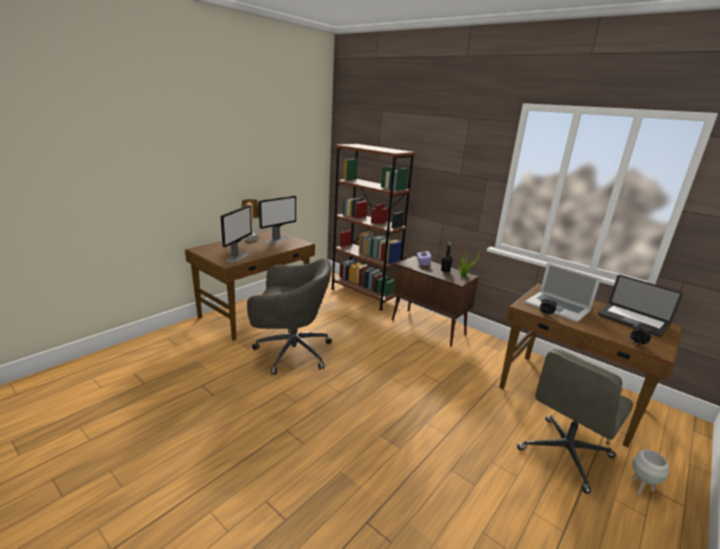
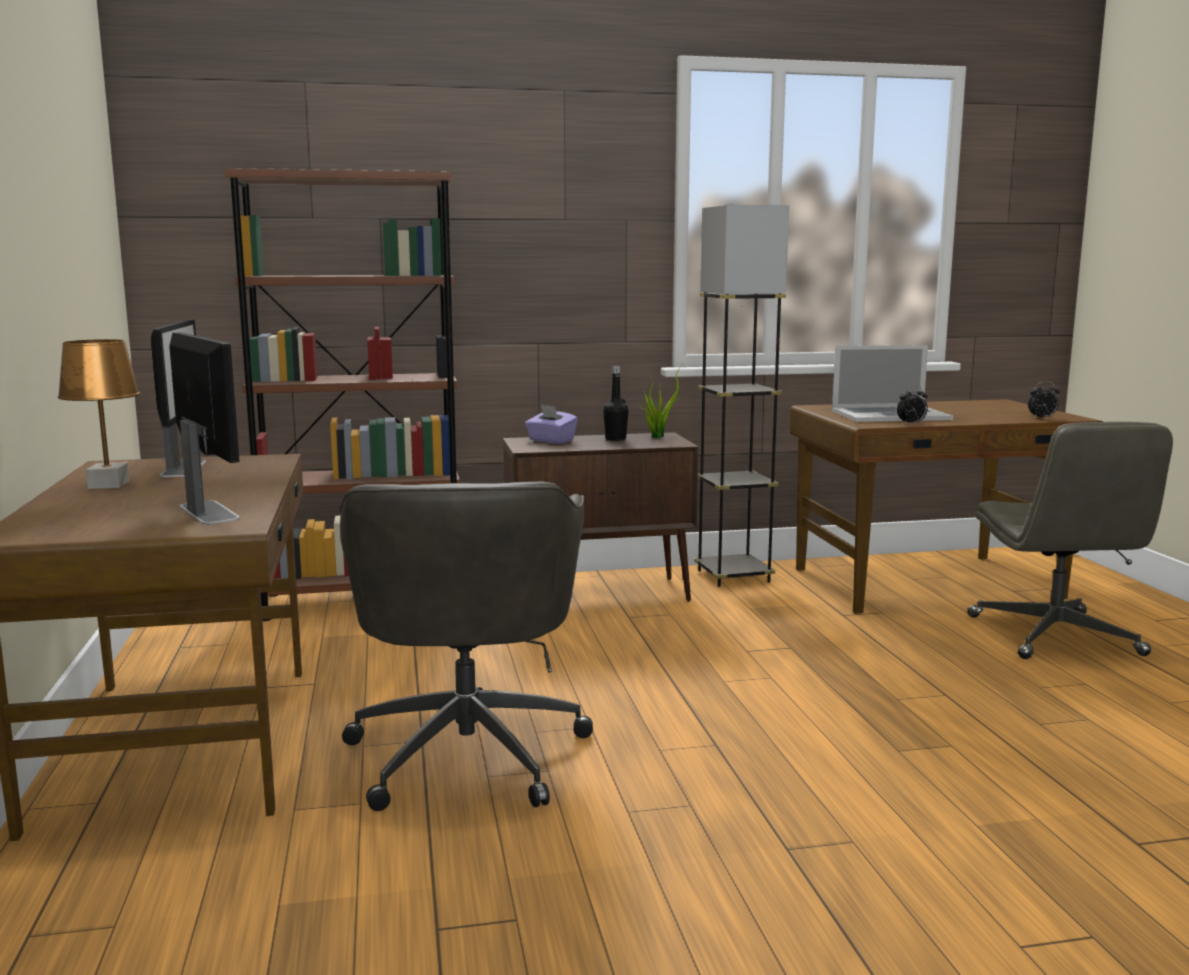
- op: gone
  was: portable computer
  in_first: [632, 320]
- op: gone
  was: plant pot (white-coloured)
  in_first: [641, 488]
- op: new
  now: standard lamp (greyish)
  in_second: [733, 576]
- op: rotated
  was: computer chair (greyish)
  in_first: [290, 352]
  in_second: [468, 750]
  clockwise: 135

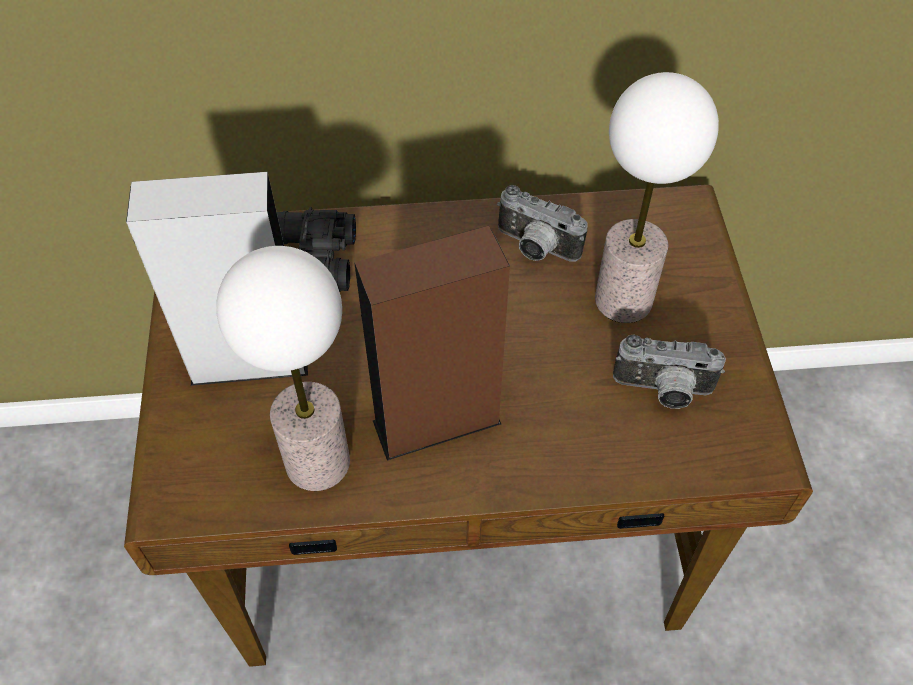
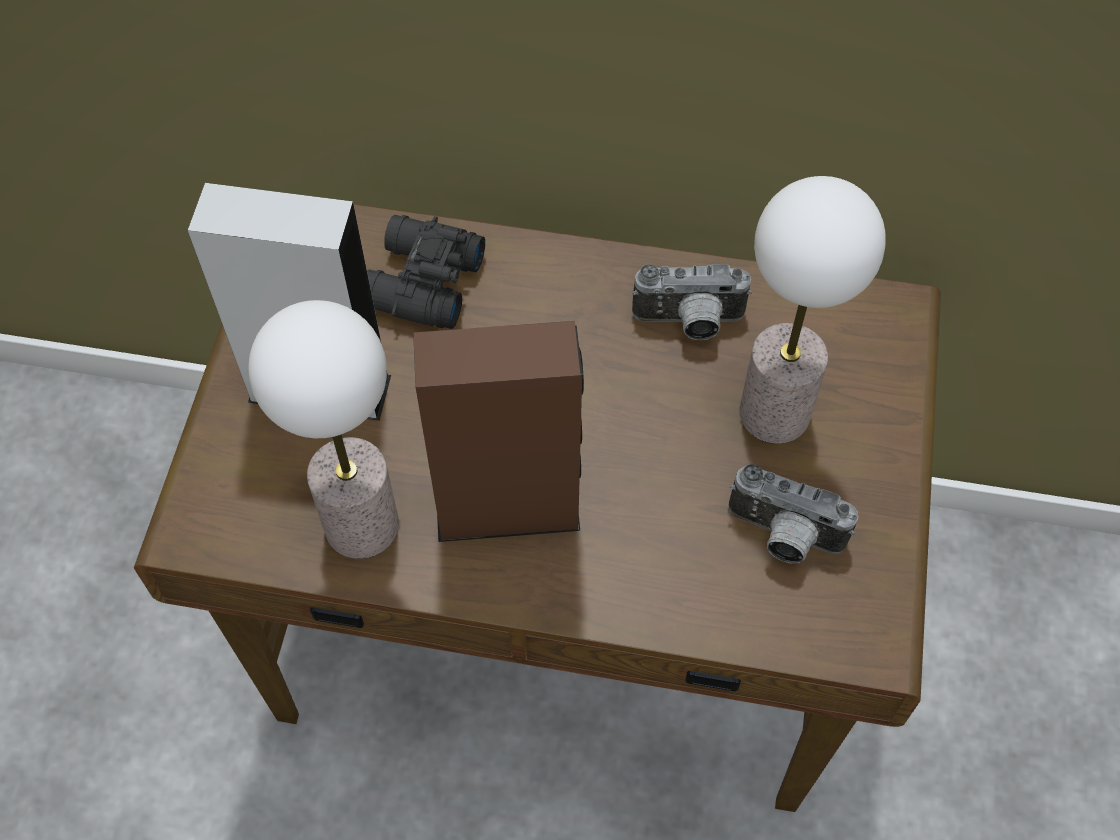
- op: rotated
  was: photo camera
  in_first: [534, 248]
  in_second: [689, 323]
  clockwise: -45

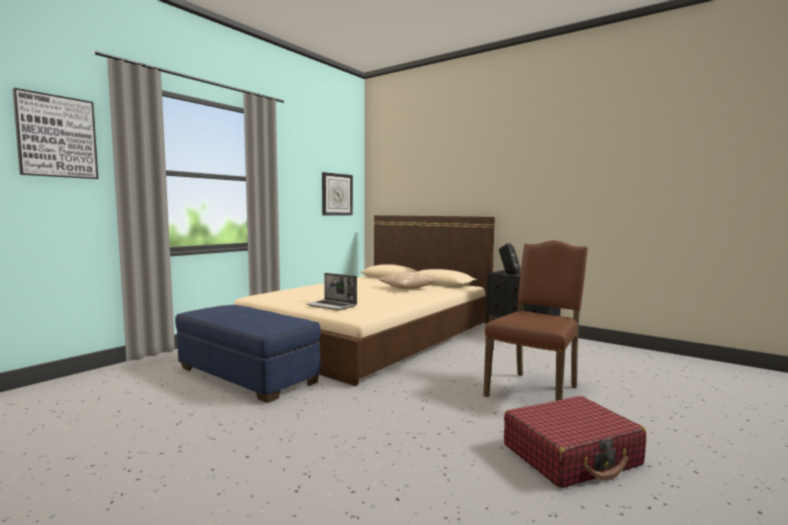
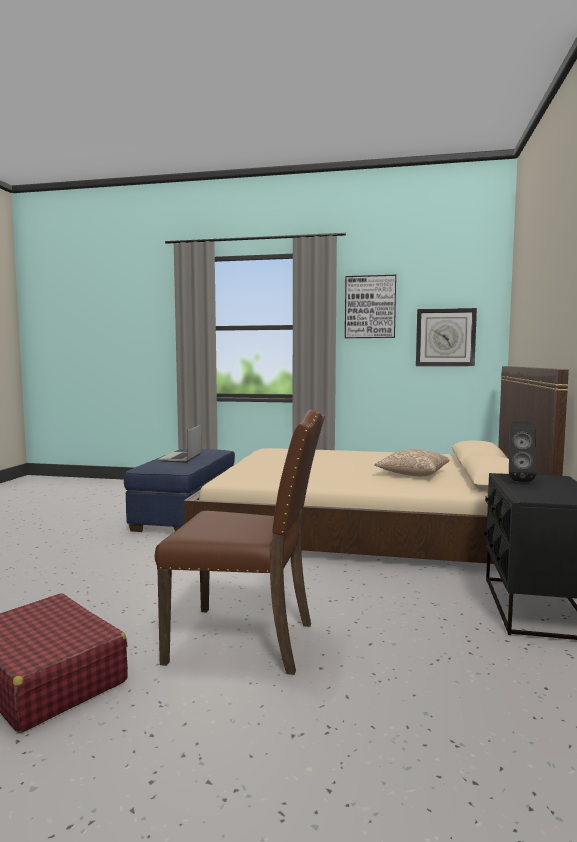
- op: shifted
  was: picture
  in_first: [57, 136]
  in_second: [370, 307]
- op: shifted
  was: portable computer
  in_first: [332, 306]
  in_second: [181, 458]

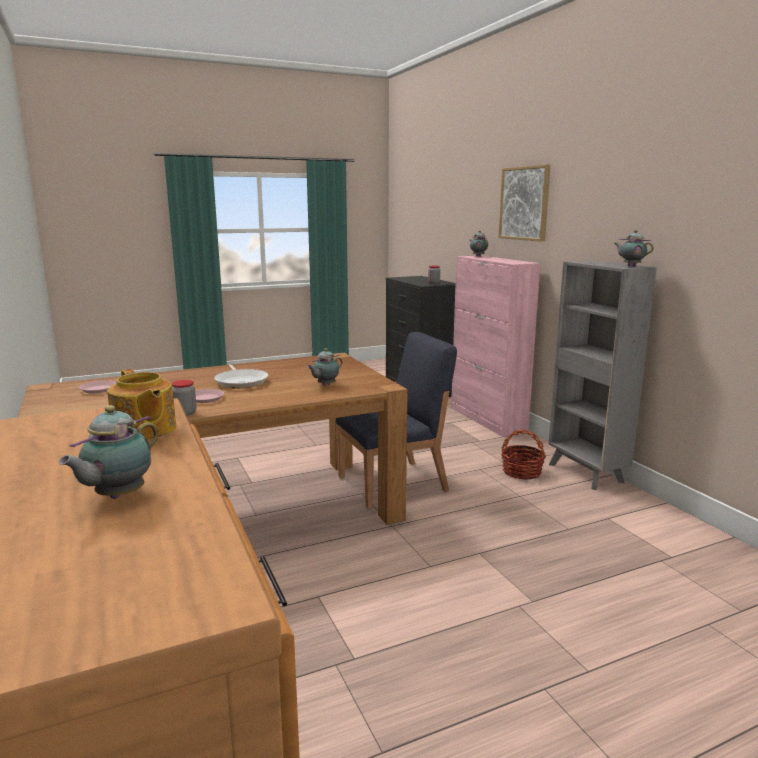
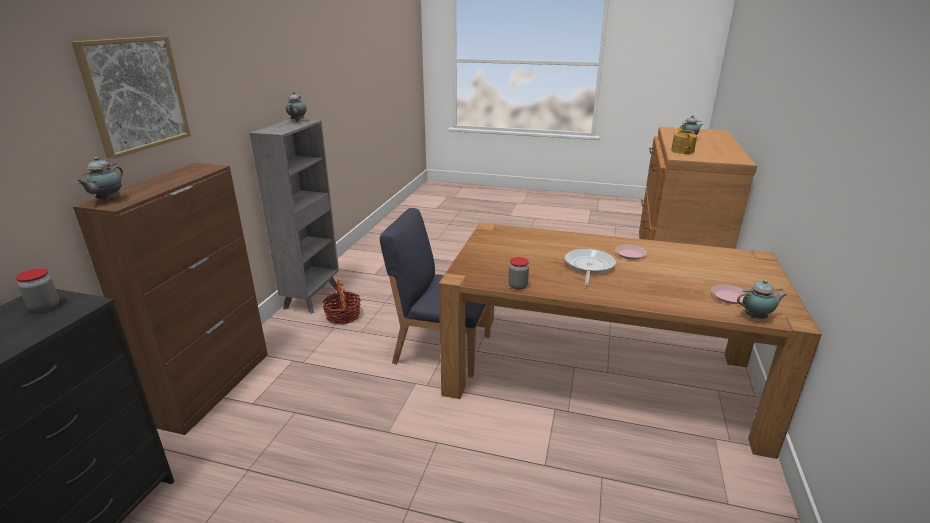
- op: shifted
  was: preserve jar
  in_first: [185, 413]
  in_second: [518, 286]
- op: shifted
  was: tea pot
  in_first: [325, 385]
  in_second: [756, 317]
- op: repainted
  was: storage cabinet (pink)
  now: storage cabinet (brown-coloured)
  in_first: [487, 419]
  in_second: [214, 387]

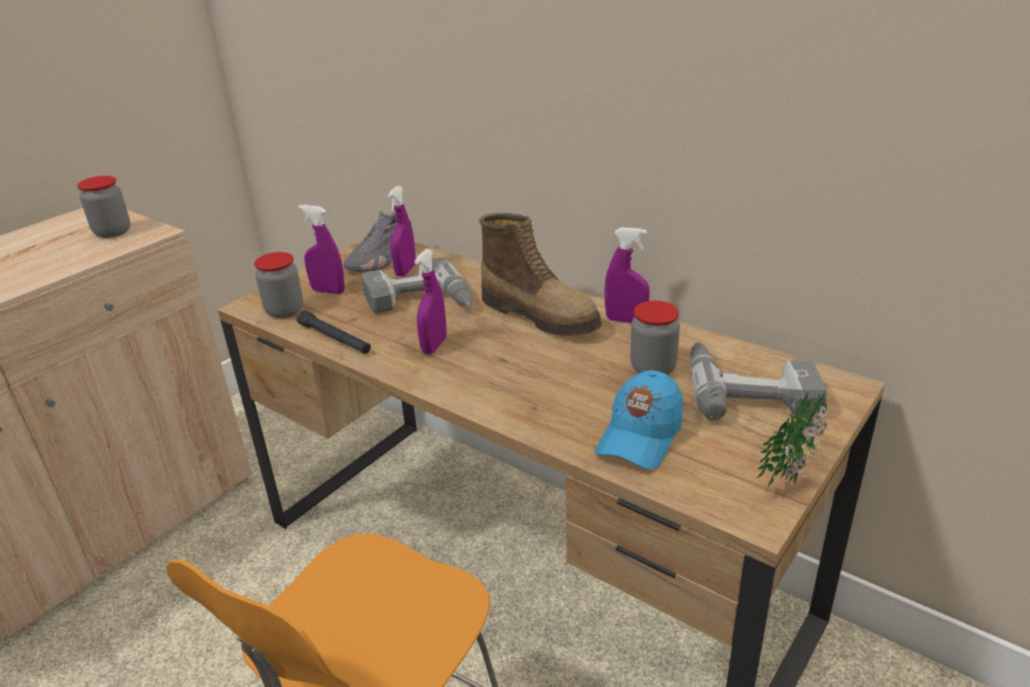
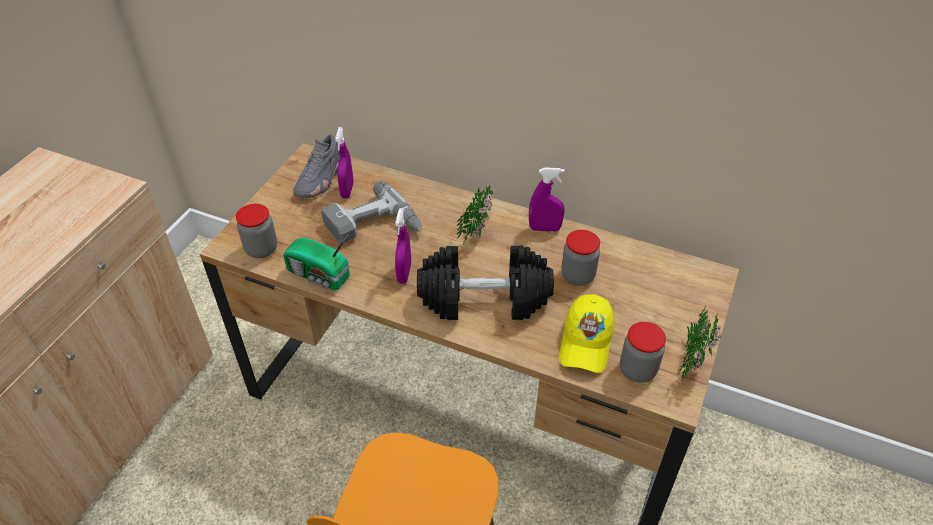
- op: gone
  was: hand sprayer (purple)
  in_first: [328, 291]
- op: gone
  was: drill
  in_first: [749, 389]
- op: new
  now: hand weight (blackish)
  in_second: [484, 299]
- op: shifted
  was: preserve jar
  in_first: [113, 232]
  in_second: [637, 370]
- op: swapped
  was: torch (blackish)
  now: radio receiver
  in_first: [335, 339]
  in_second: [319, 276]
- op: swapped
  was: high-top boot
  now: potted plant
  in_first: [541, 315]
  in_second: [477, 230]
- op: repainted
  was: peaked cap (blue)
  now: peaked cap (yellowish)
  in_first: [640, 436]
  in_second: [586, 342]

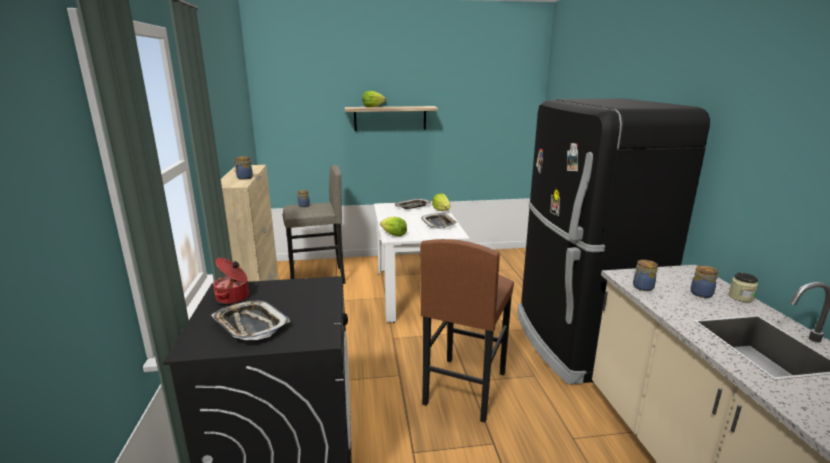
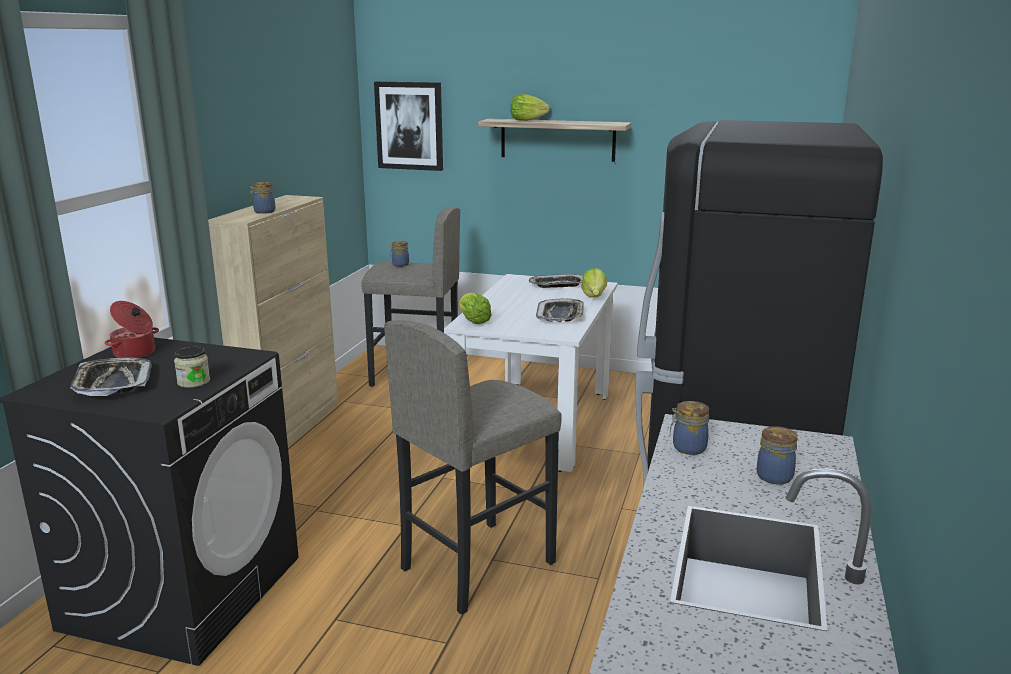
- op: new
  now: picture
  in_second: [409, 126]
- op: shifted
  was: preserve jar
  in_first: [740, 297]
  in_second: [193, 382]
- op: repainted
  was: stool (brown-coloured)
  now: stool (greyish)
  in_first: [464, 388]
  in_second: [476, 565]

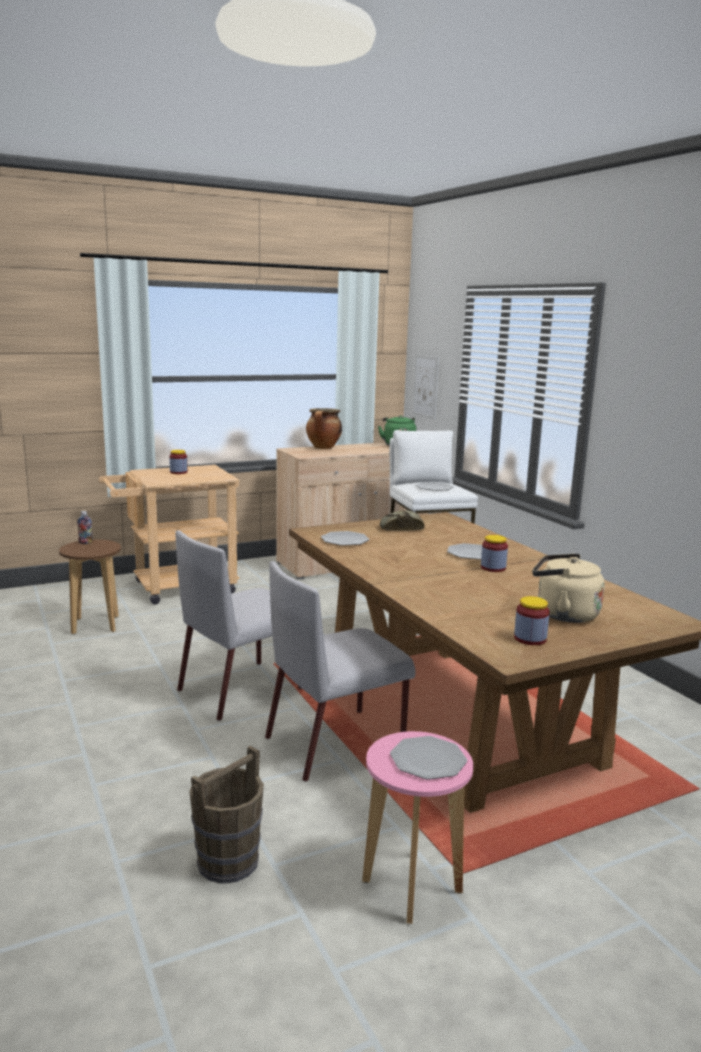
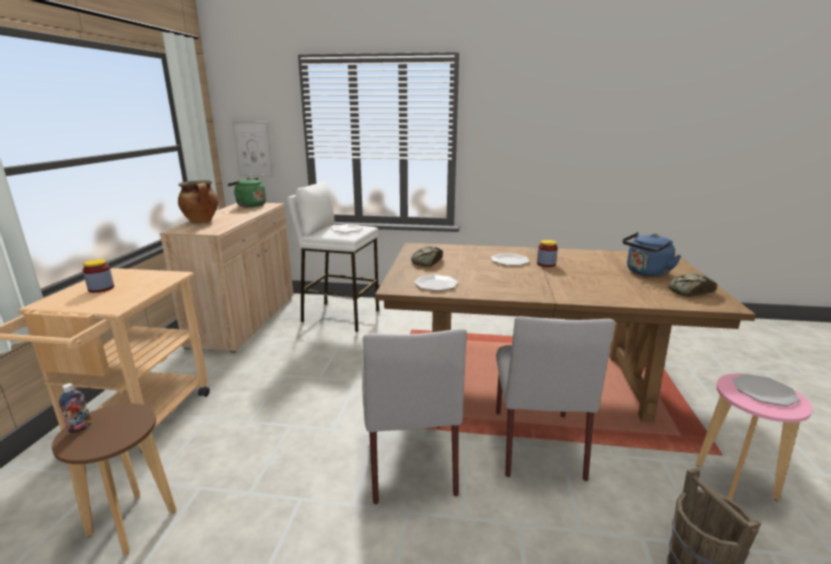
- op: swapped
  was: preserve jar
  now: baked bread
  in_first: [530, 639]
  in_second: [689, 291]
- op: repainted
  was: kettle (beige-coloured)
  now: kettle (blue)
  in_first: [562, 614]
  in_second: [646, 273]

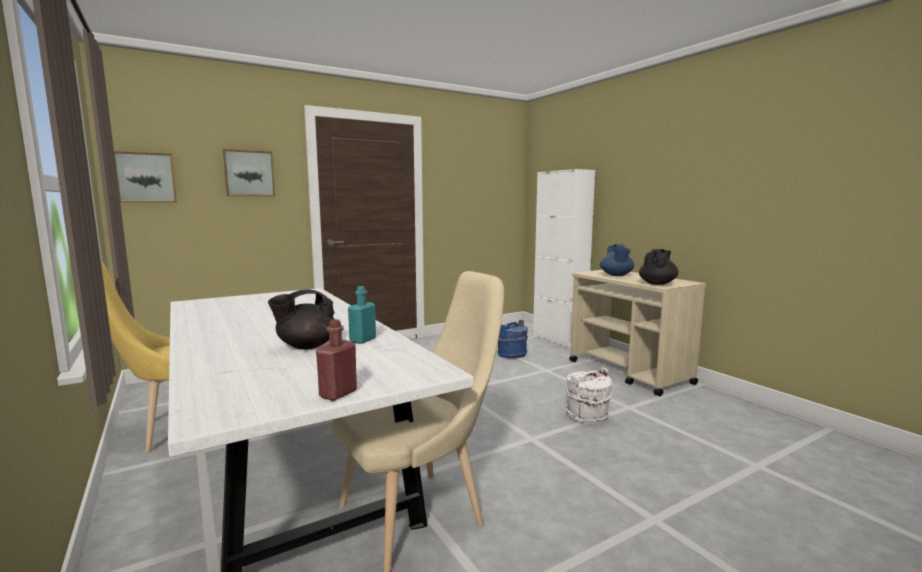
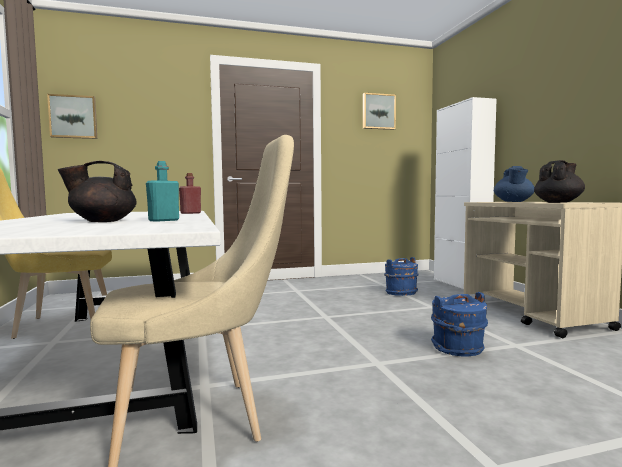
- op: shifted
  was: picture
  in_first: [249, 173]
  in_second: [378, 111]
- op: shifted
  was: beverage bottle (red)
  in_first: [338, 394]
  in_second: [190, 213]
- op: repainted
  was: bucket (white-coloured)
  now: bucket (blue)
  in_first: [587, 416]
  in_second: [458, 348]

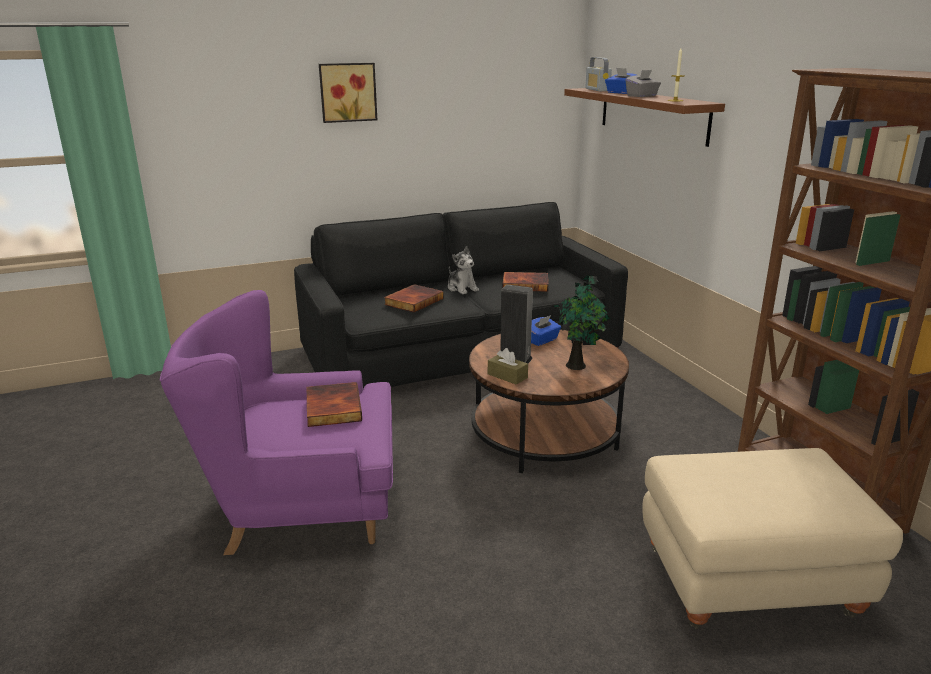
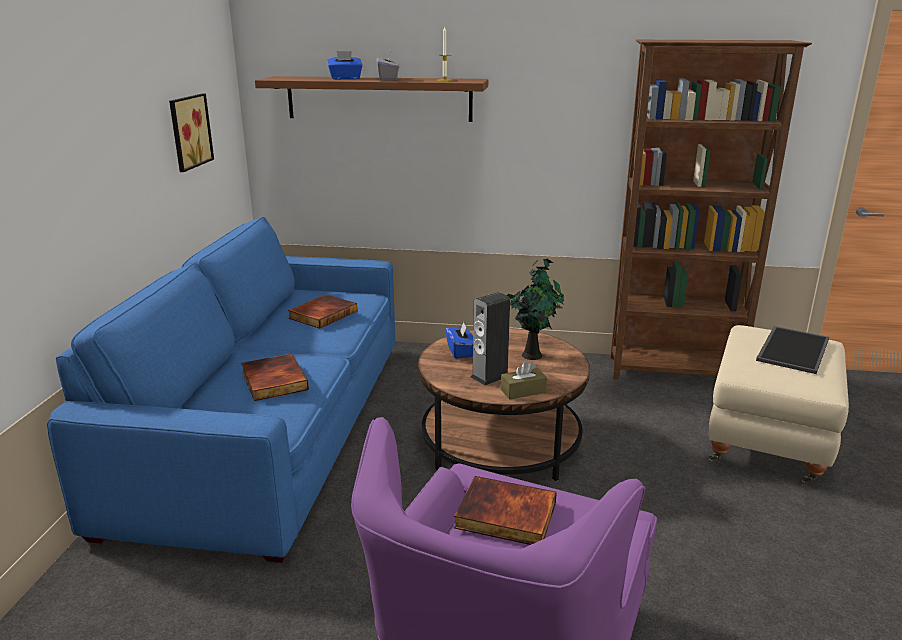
- op: gone
  was: soft toy
  in_first: [462, 288]
- op: gone
  was: radio receiver
  in_first: [597, 90]
- op: new
  now: carrying tray
  in_second: [792, 349]
- op: shifted
  was: picture
  in_first: [347, 92]
  in_second: [188, 131]
- op: repainted
  was: couch (blackish)
  now: couch (blue)
  in_first: [460, 350]
  in_second: [271, 426]

